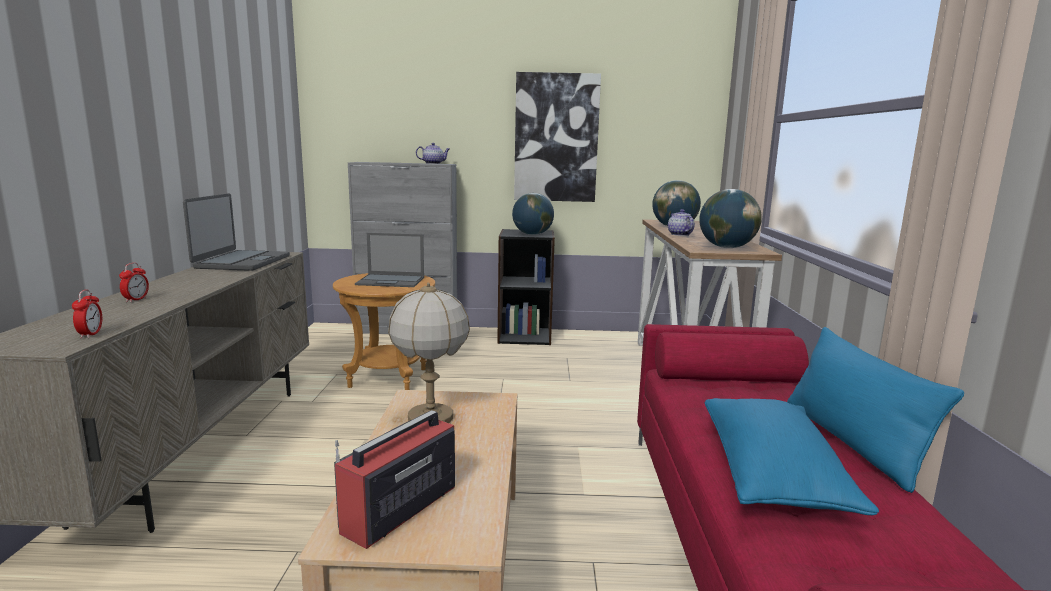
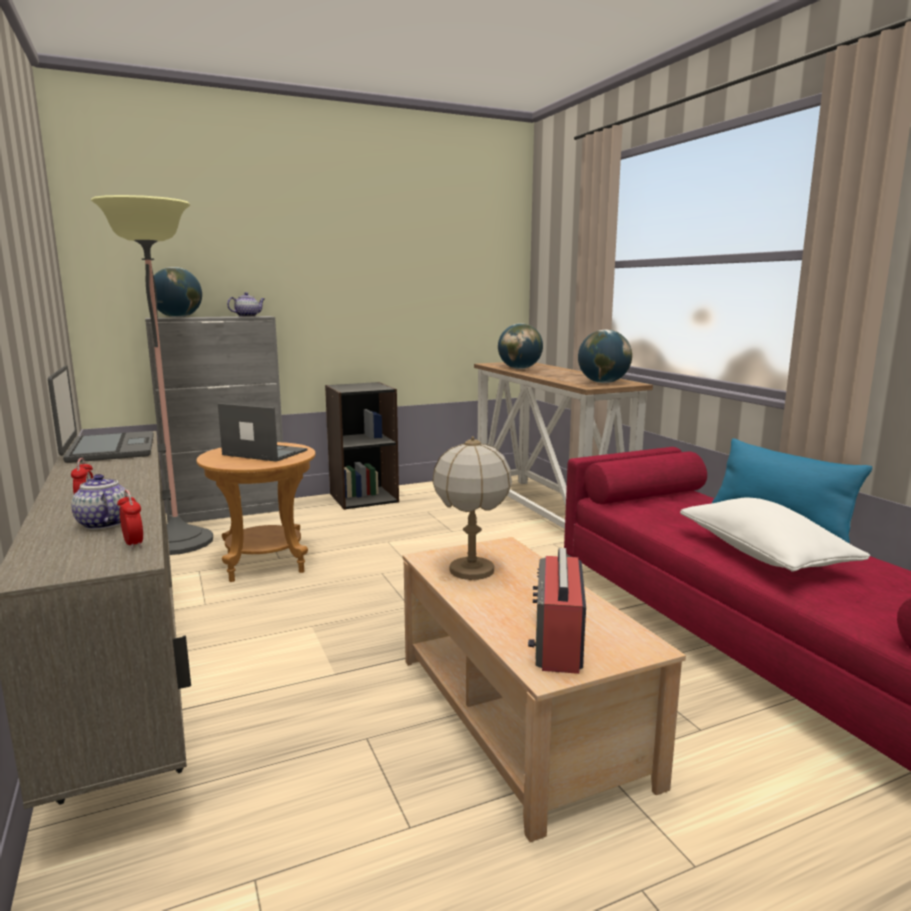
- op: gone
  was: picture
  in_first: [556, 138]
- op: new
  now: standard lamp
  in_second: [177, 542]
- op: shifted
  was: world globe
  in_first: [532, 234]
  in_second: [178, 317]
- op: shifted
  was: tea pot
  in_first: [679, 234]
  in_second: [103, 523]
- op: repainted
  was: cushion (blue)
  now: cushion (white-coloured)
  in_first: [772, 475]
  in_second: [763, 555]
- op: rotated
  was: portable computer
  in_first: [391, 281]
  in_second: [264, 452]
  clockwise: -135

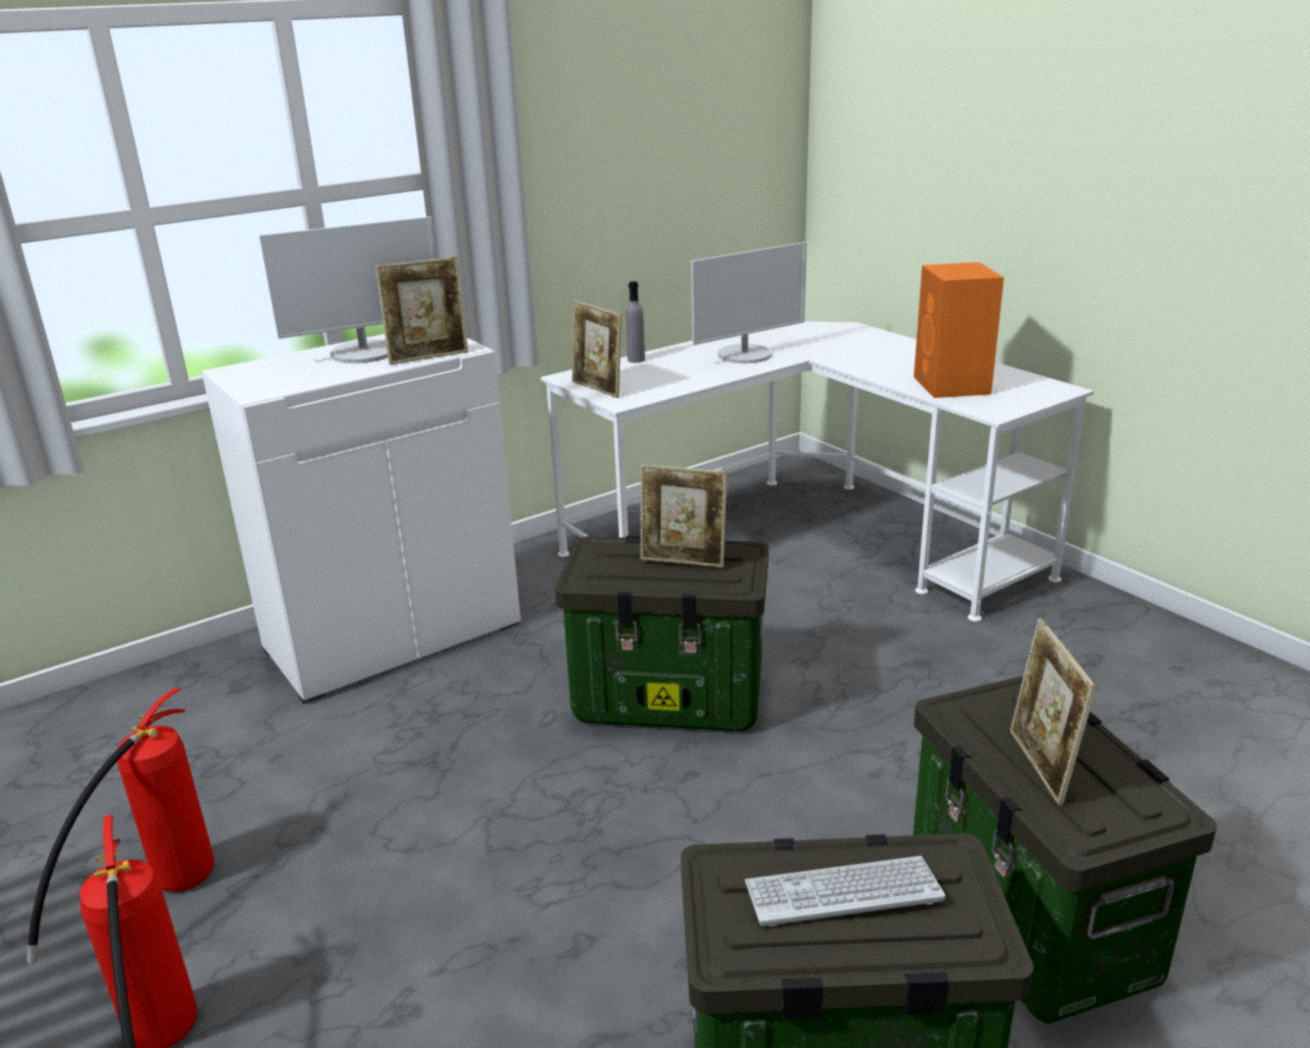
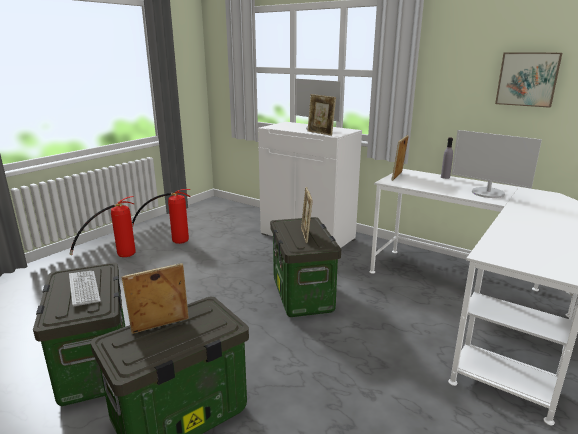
- op: gone
  was: loudspeaker (orange-coloured)
  in_first: [952, 386]
- op: new
  now: picture
  in_second: [527, 79]

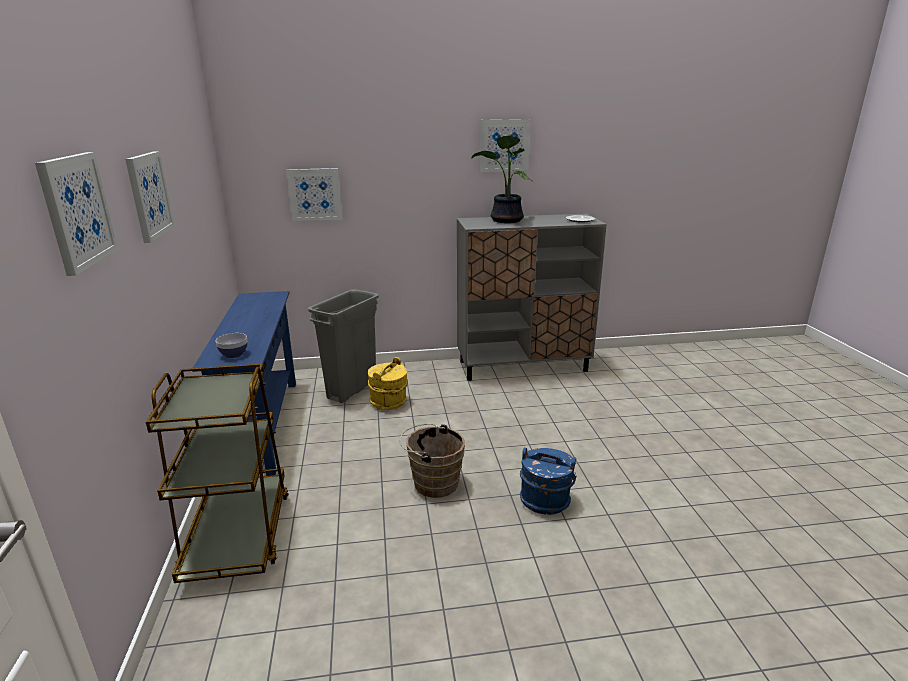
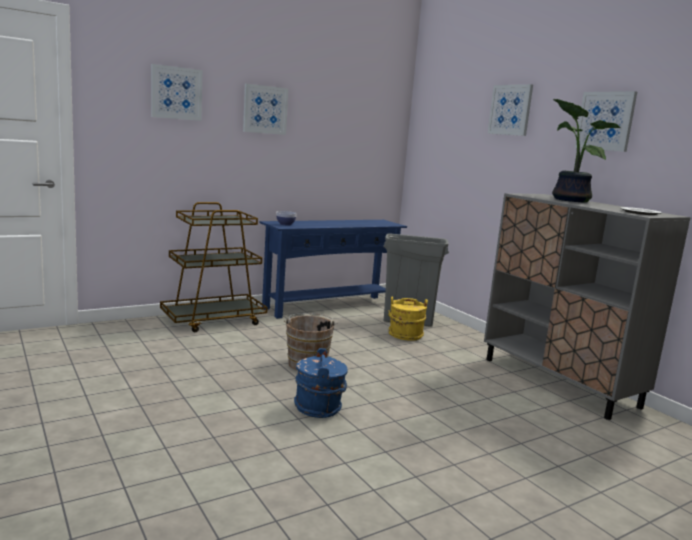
- op: shifted
  was: picture
  in_first: [314, 194]
  in_second: [510, 110]

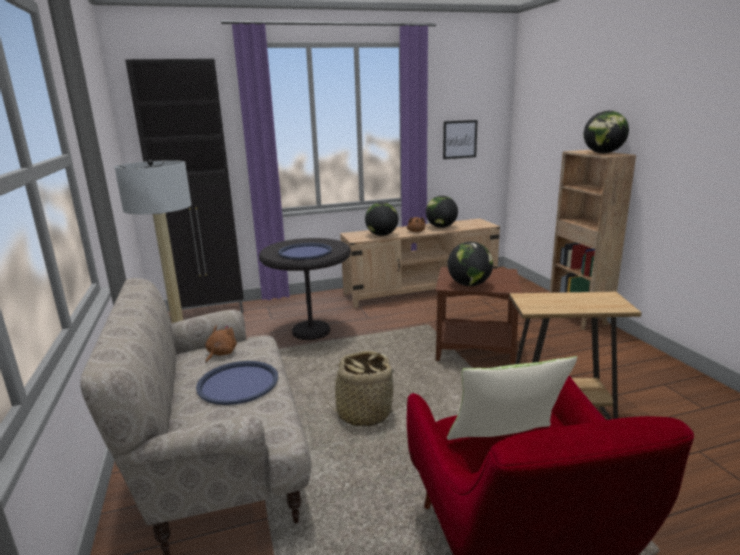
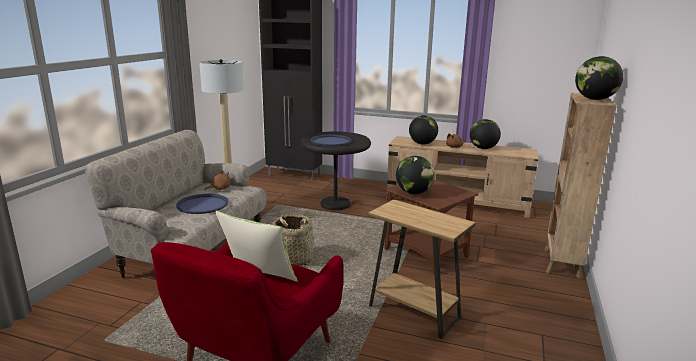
- op: gone
  was: picture
  in_first: [459, 139]

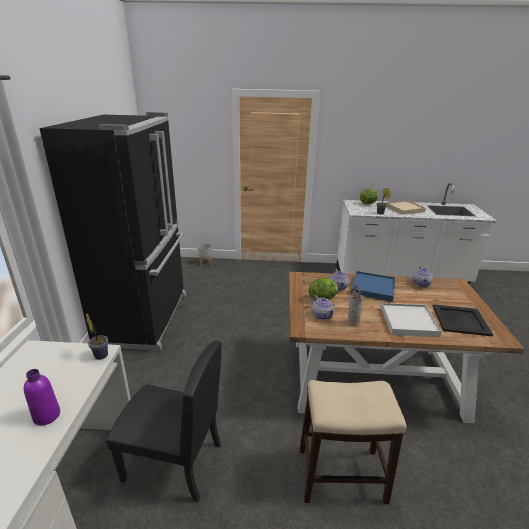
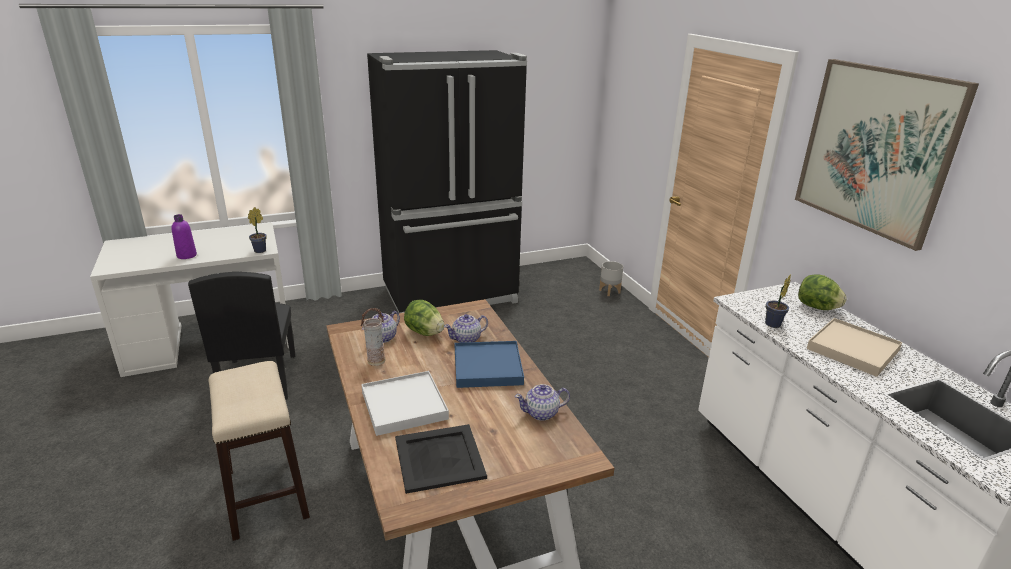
- op: new
  now: picture
  in_second: [875, 150]

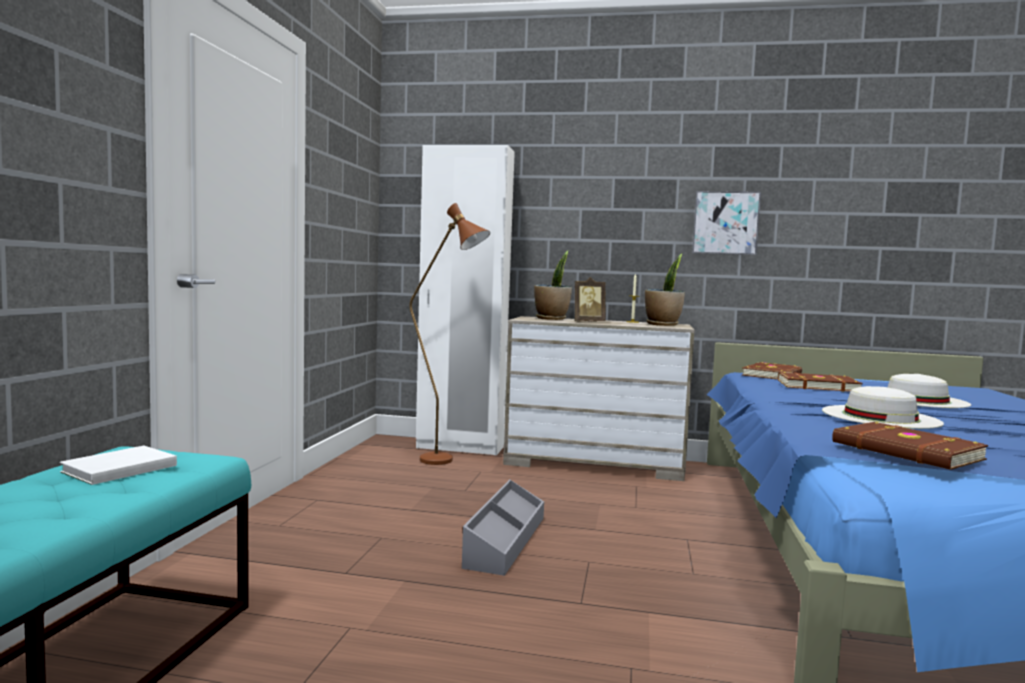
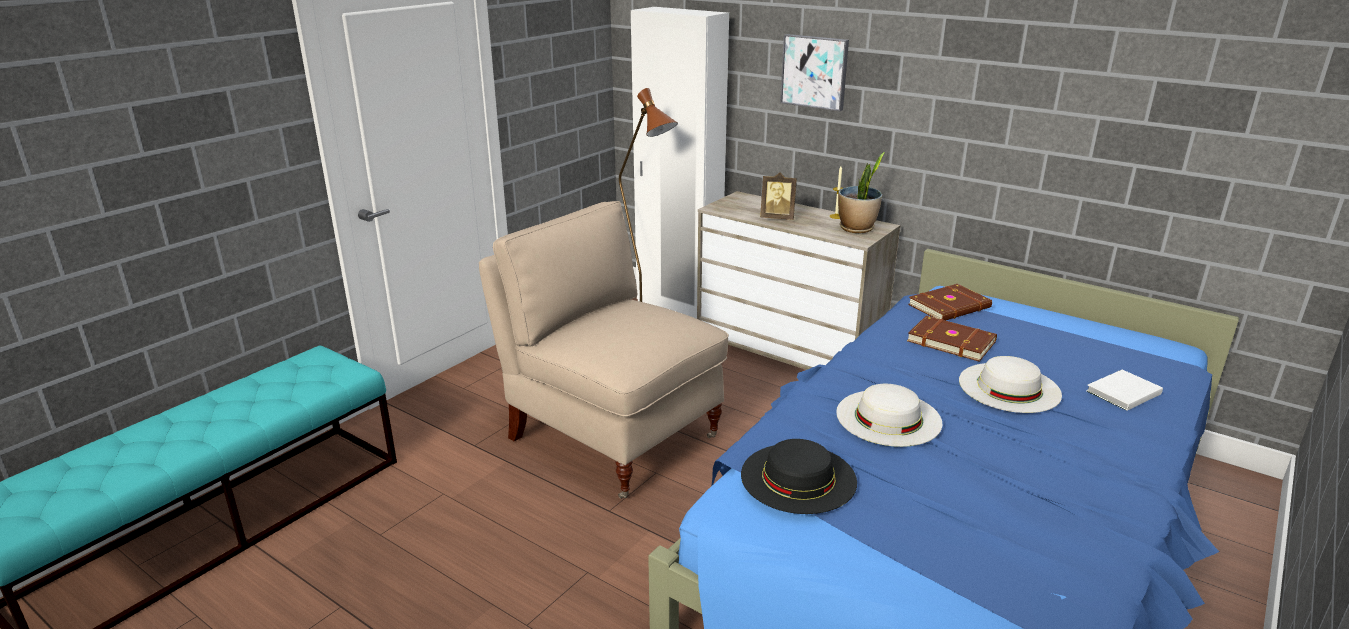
- op: gone
  was: potted plant
  in_first: [551, 319]
- op: shifted
  was: bound book (white-coloured)
  in_first: [116, 469]
  in_second: [1121, 392]
- op: shifted
  was: picture
  in_first: [725, 223]
  in_second: [815, 72]
- op: swapped
  was: storage container (greyish)
  now: chair (beige-coloured)
  in_first: [504, 540]
  in_second: [611, 436]
- op: swapped
  was: bound book (brown-coloured)
  now: hat (blackish)
  in_first: [906, 451]
  in_second: [798, 477]

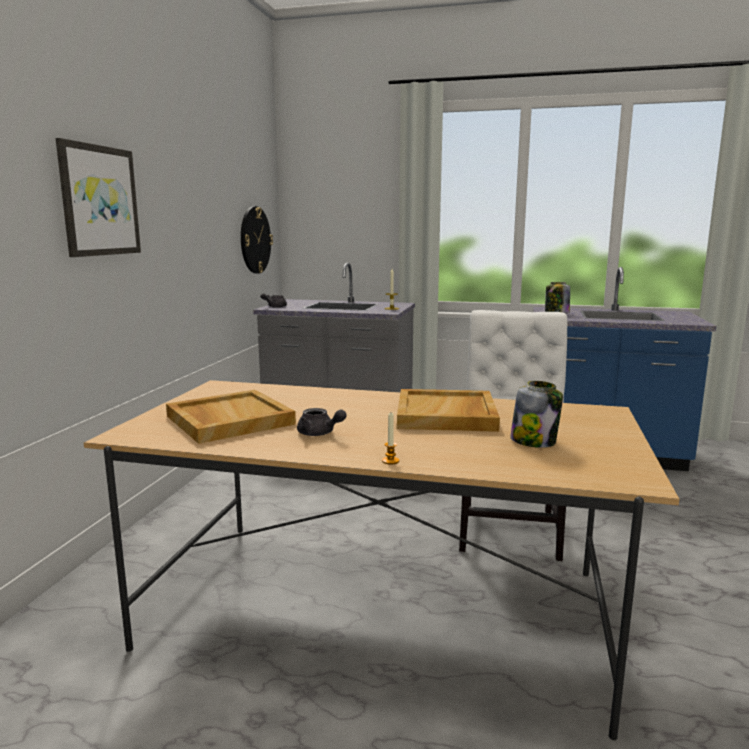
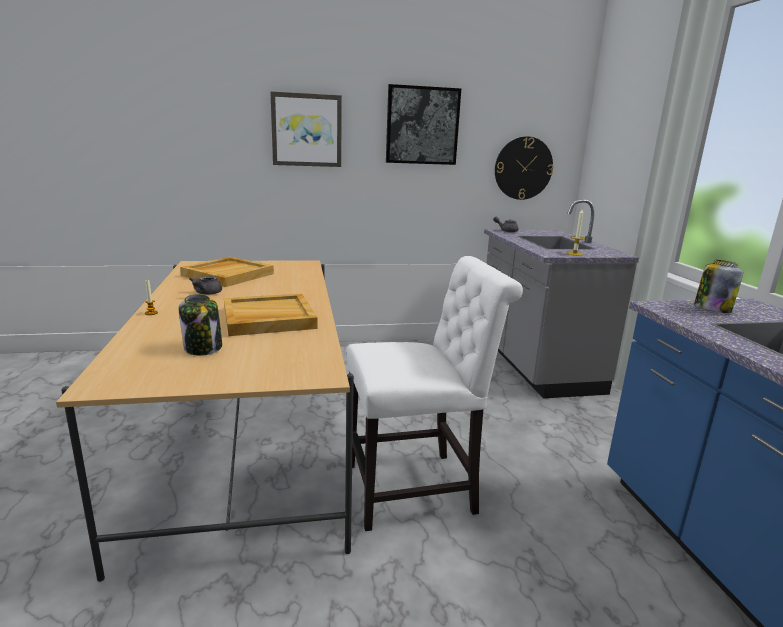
- op: new
  now: picture
  in_second: [422, 126]

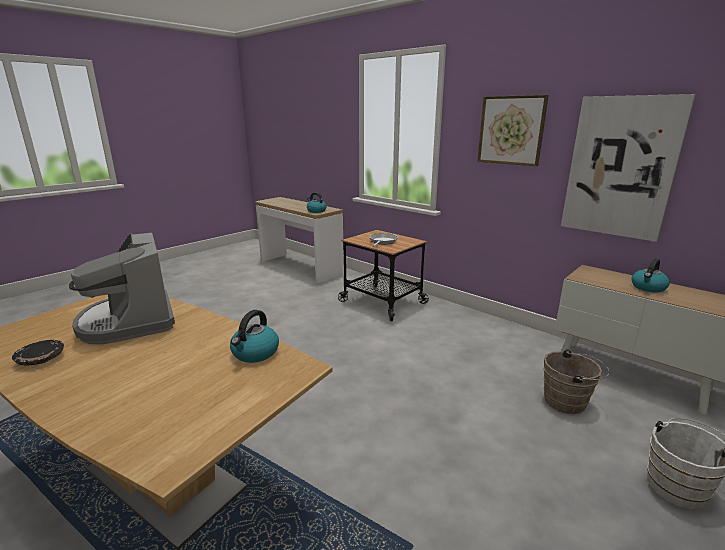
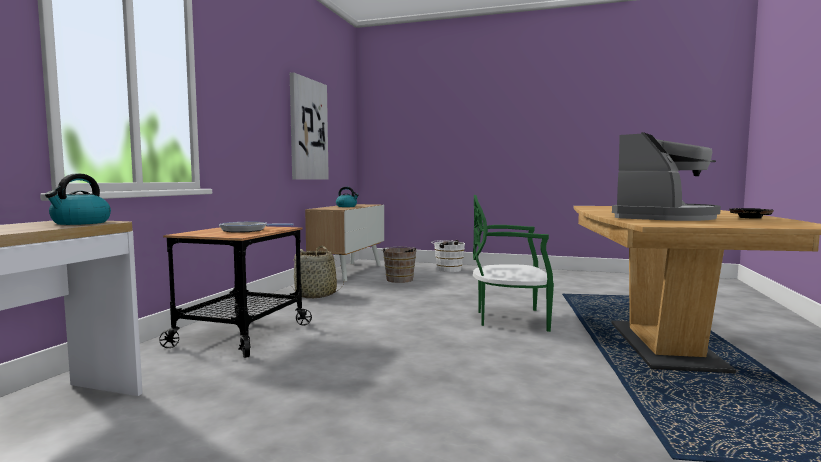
- op: gone
  was: kettle
  in_first: [255, 353]
- op: gone
  was: picture
  in_first: [511, 130]
- op: new
  now: basket
  in_second: [316, 295]
- op: new
  now: chair (green)
  in_second: [509, 319]

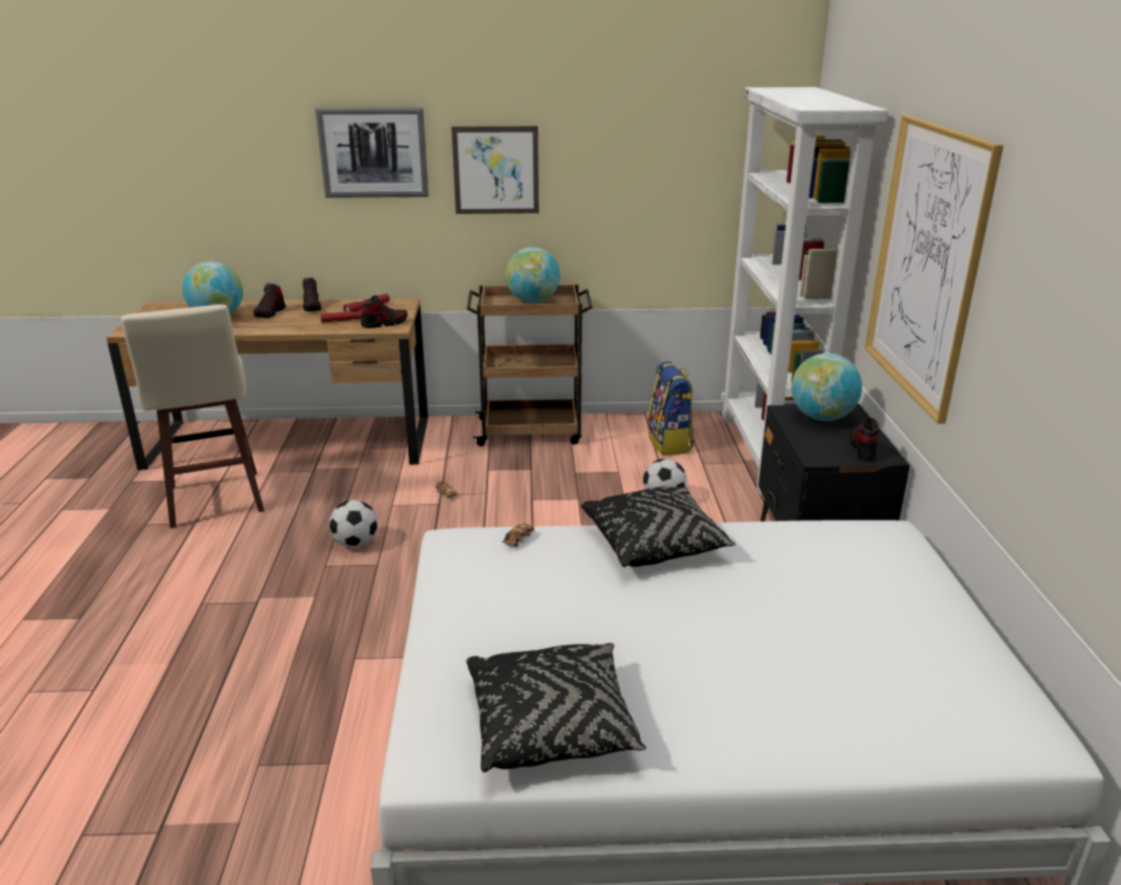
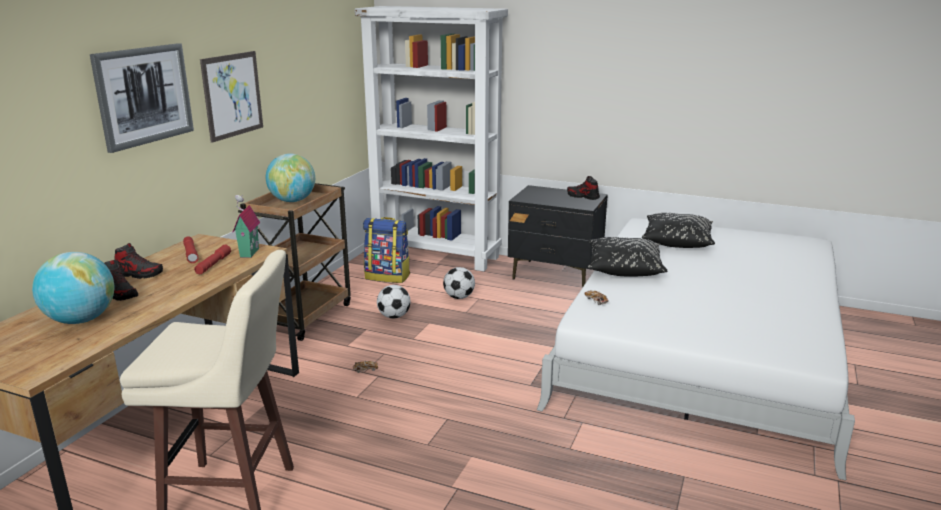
- op: gone
  was: world globe
  in_first: [822, 418]
- op: gone
  was: picture
  in_first: [926, 263]
- op: shifted
  was: football
  in_first: [355, 543]
  in_second: [394, 316]
- op: shifted
  was: cushion (blackish)
  in_first: [552, 724]
  in_second: [677, 241]
- op: swapped
  was: low shoe
  now: toy house
  in_first: [384, 323]
  in_second: [247, 252]

